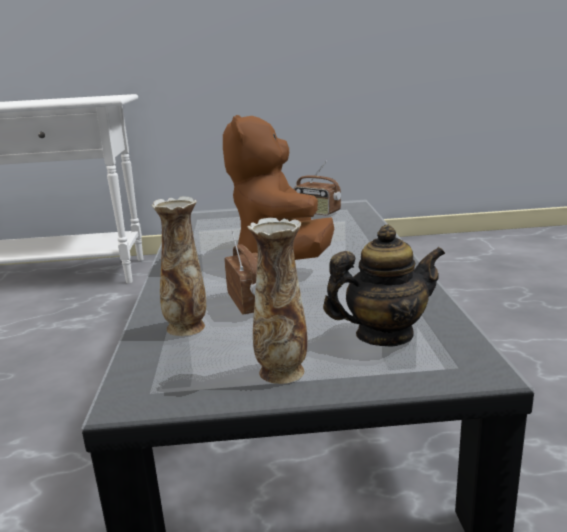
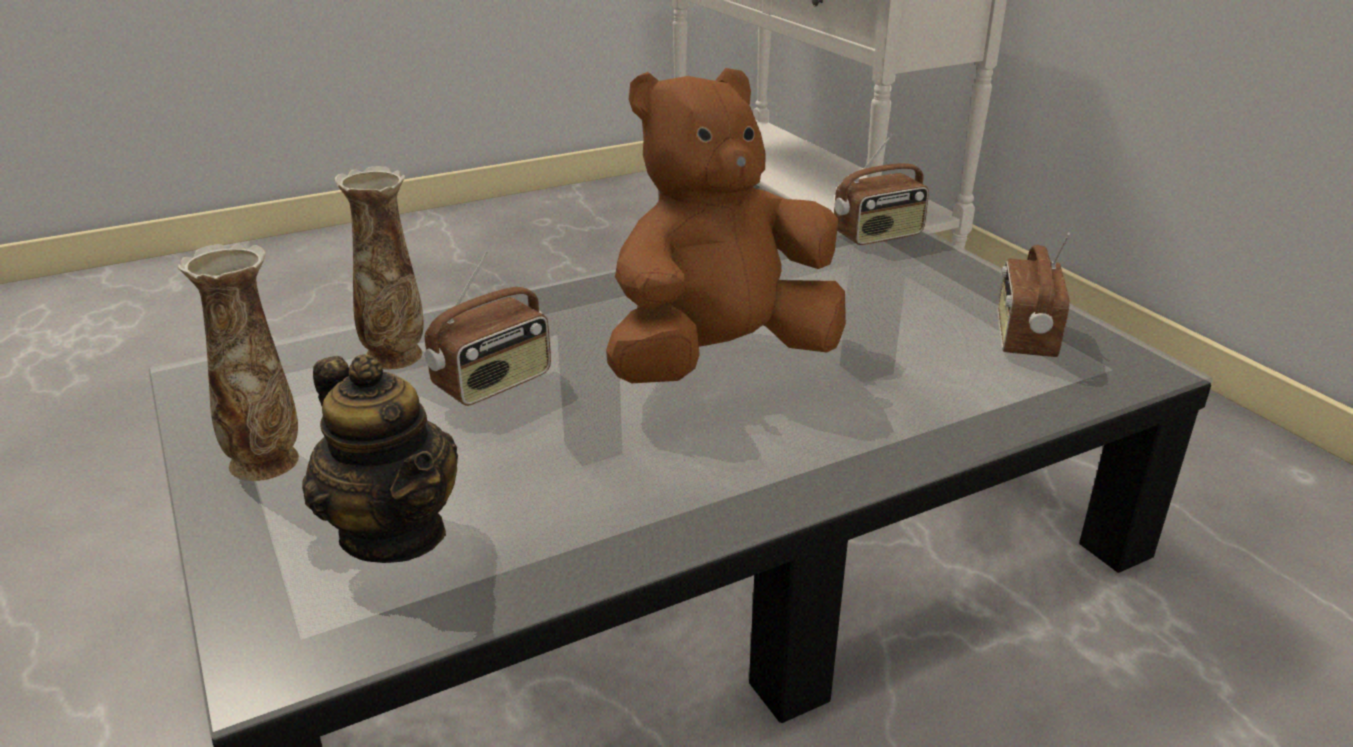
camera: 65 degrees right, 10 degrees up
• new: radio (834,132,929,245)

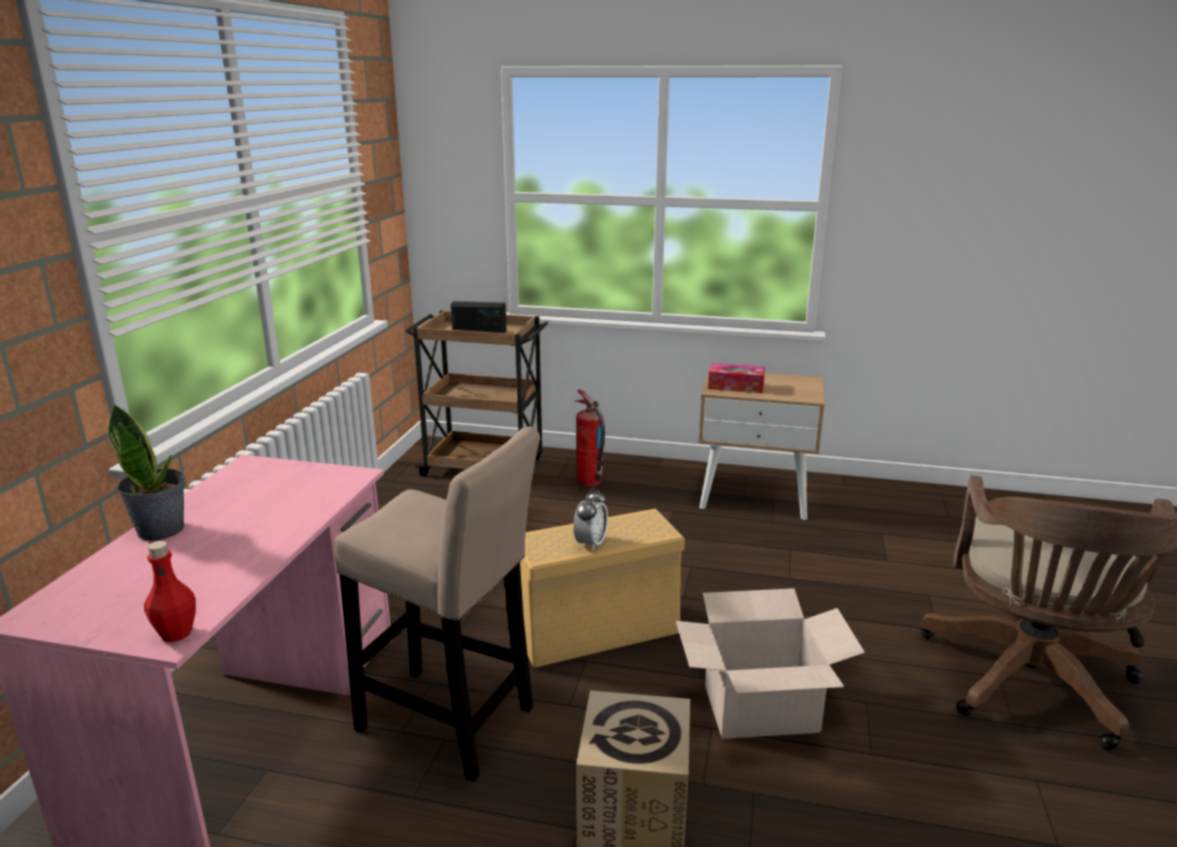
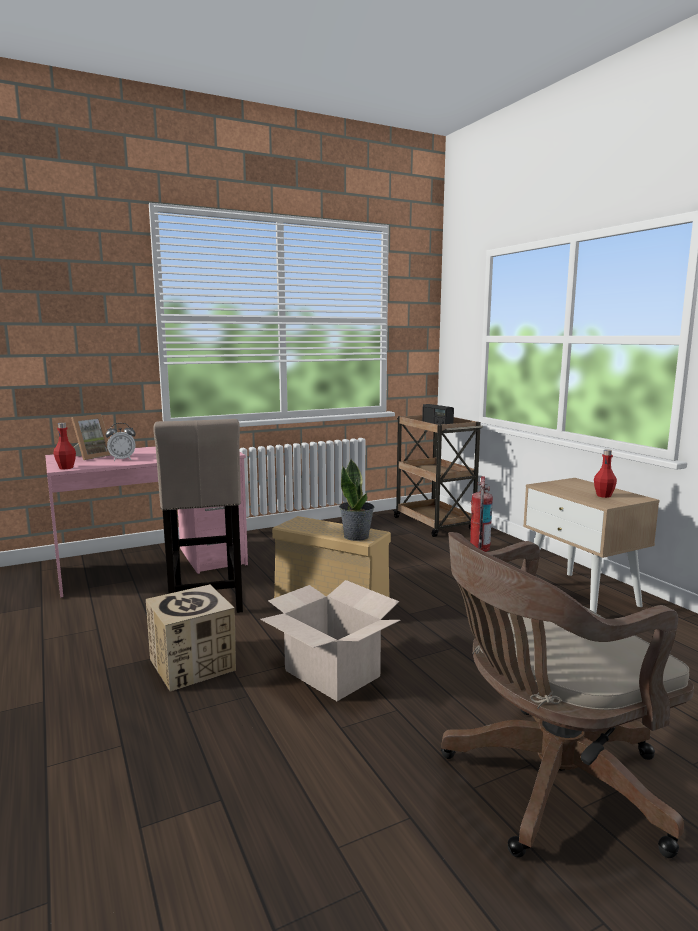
camera: 50 degrees right, 10 degrees down
• gone: tissue box (708,363,765,393)
• shifted: potted plant (108,404,185,541) to (339,459,374,541)
• shifted: alarm clock (573,487,608,551) to (106,423,136,461)
• new: picture frame (71,414,111,460)
• new: bottle/red (594,449,617,498)

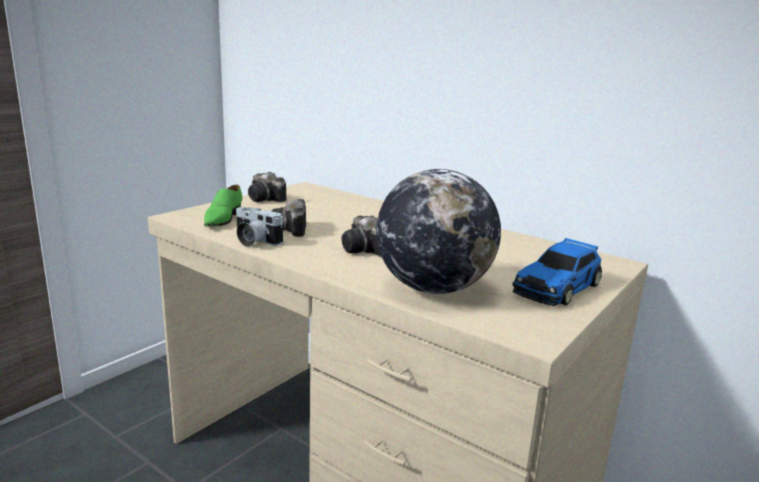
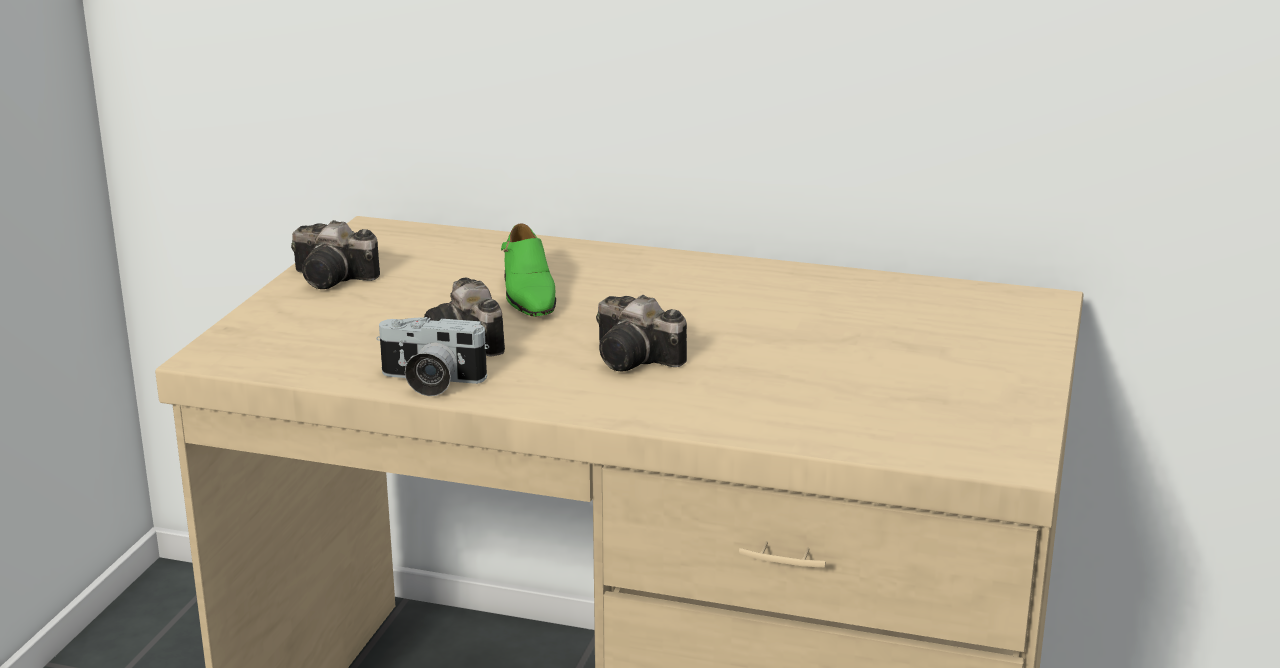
camera: 20 degrees left, 5 degrees up
• gone: globe (376,169,501,294)
• shifted: shoe/green (204,185,242,226) to (501,223,556,317)
• gone: toy car (512,238,602,306)

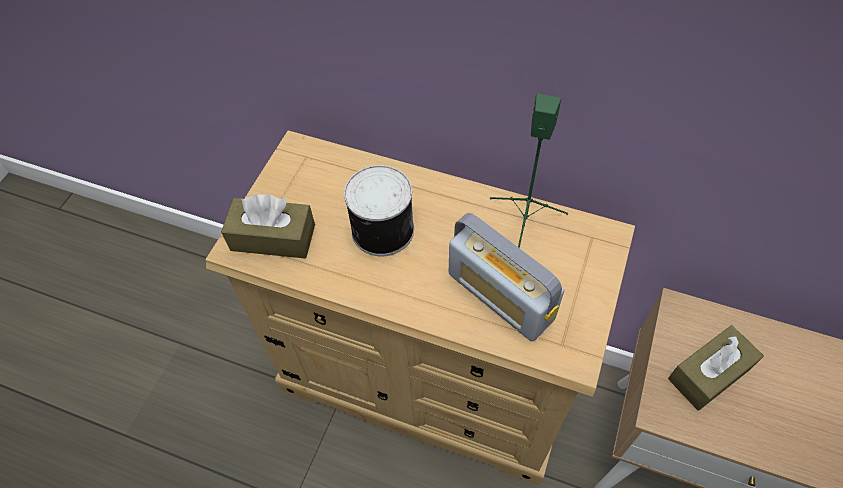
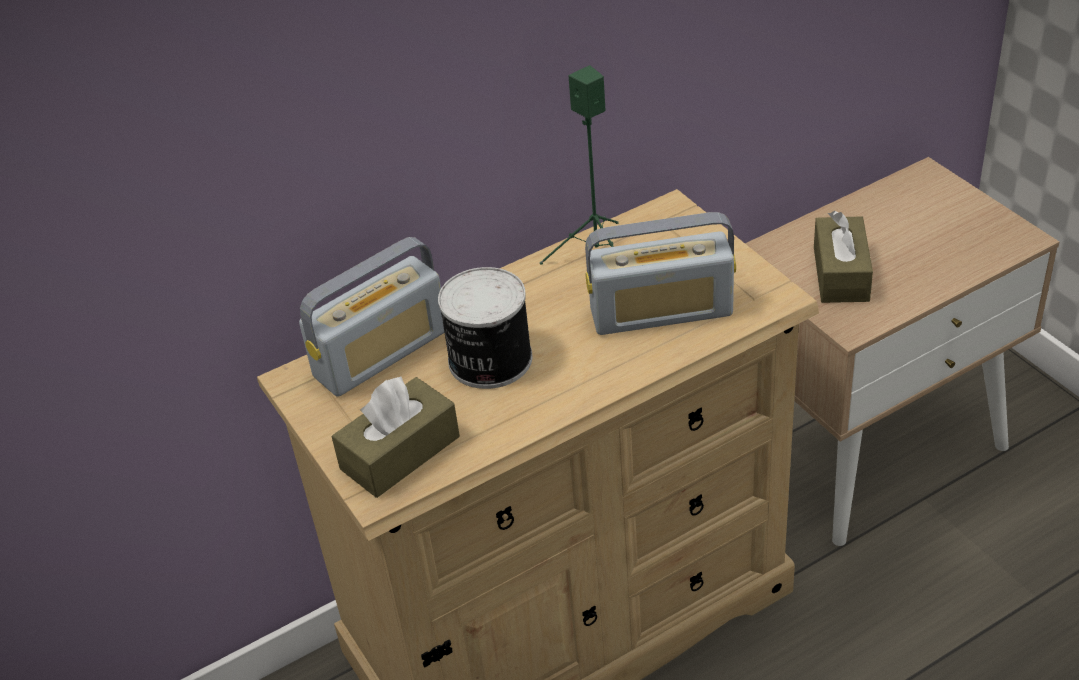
camera: 50 degrees left, 15 degrees down
• new: radio (299,237,444,397)

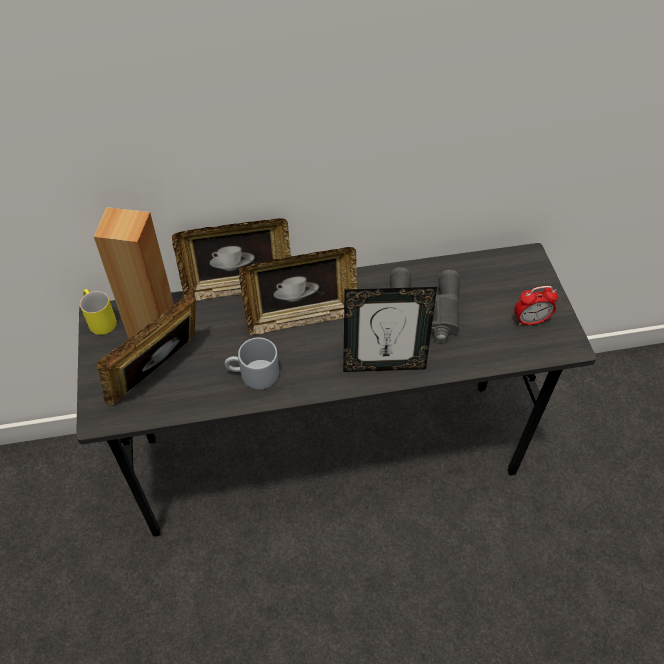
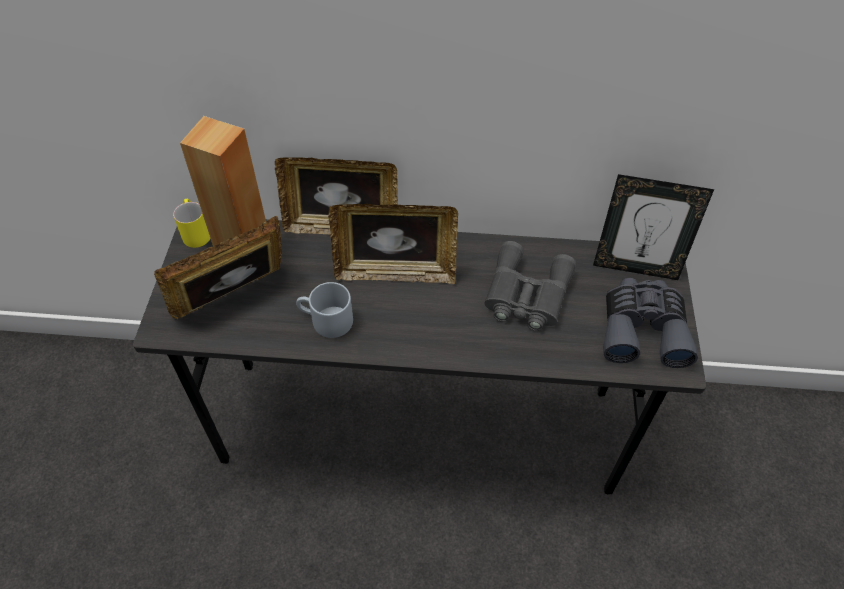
camera: 15 degrees right, 0 degrees up
• swapped: alarm clock (515,286,558,326) to binoculars/grey (603,278,698,368)
• shifted: picture frame (343,287,437,372) to (593,174,714,280)

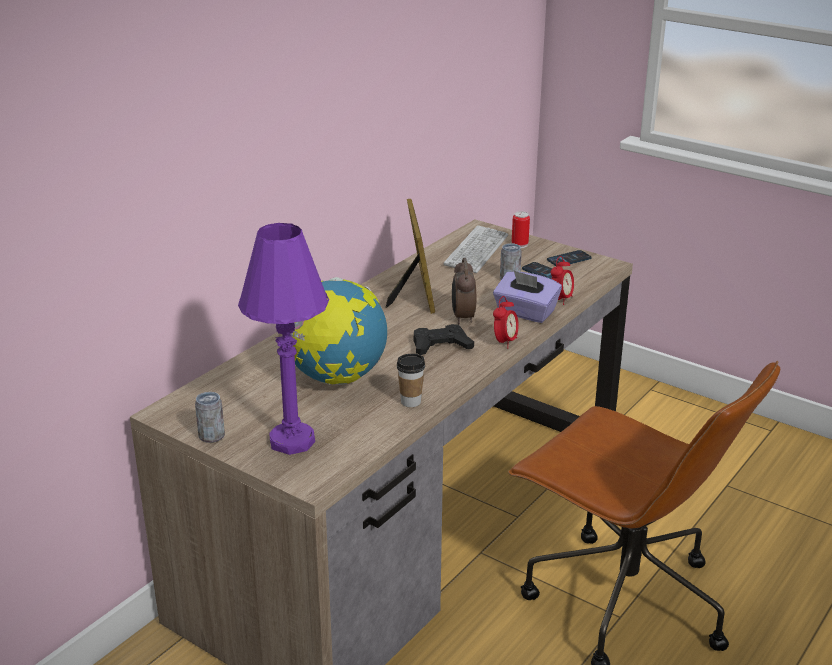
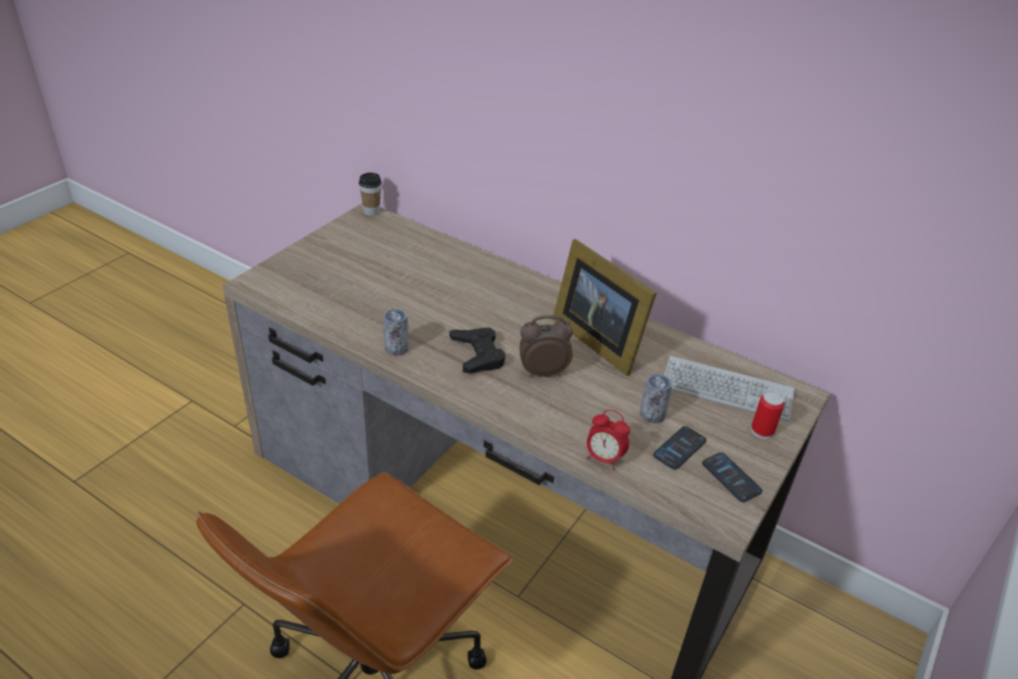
camera: 85 degrees right, 10 degrees up
• rotated: picture frame (386,199,435,314) = (553,239,657,376) 60 degrees clockwise
• gone: table lamp/purple (238,223,329,455)
• gone: tissue box/purple (493,270,562,323)
• gone: globe (291,277,387,385)
• gone: alarm clock (493,296,519,348)
• shifted: cup (397,354,425,407) to (359,173,382,216)
• shifted: can (195,392,225,443) to (383,309,409,356)

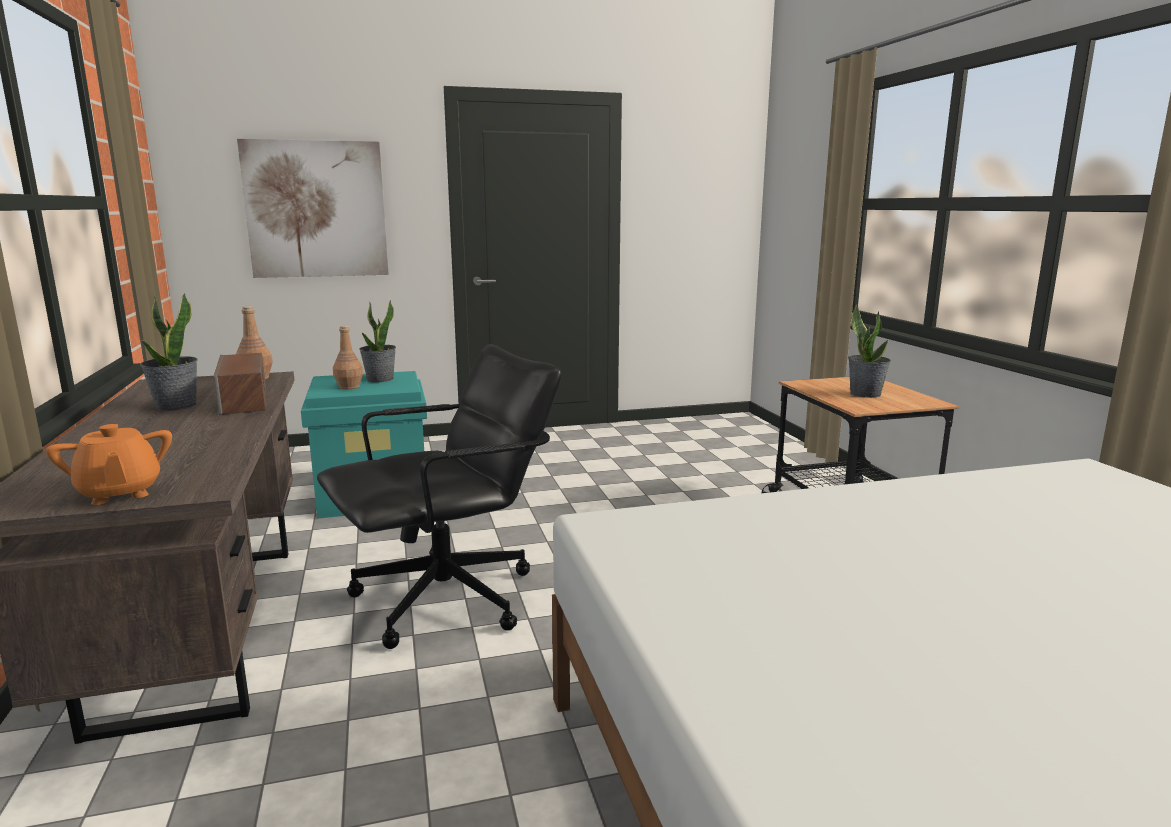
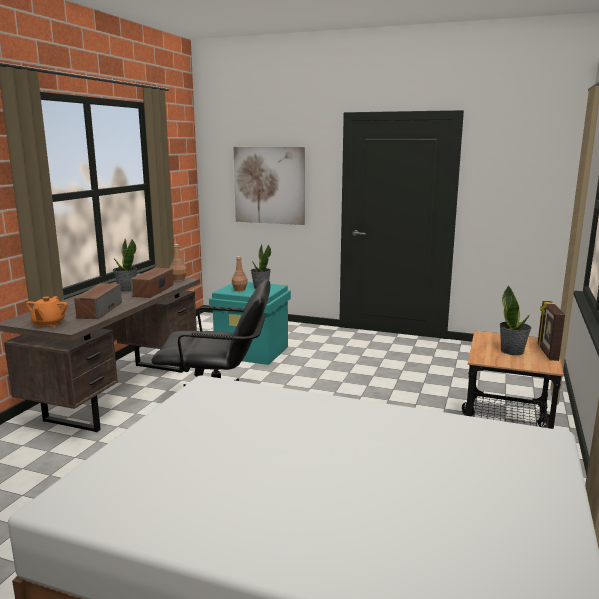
camera: 35 degrees right, 0 degrees up
• new: speaker (74,283,122,319)
• new: picture frame (538,301,565,361)

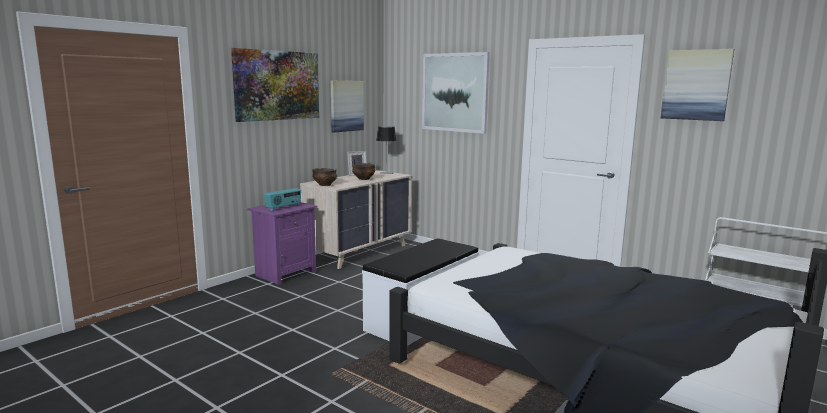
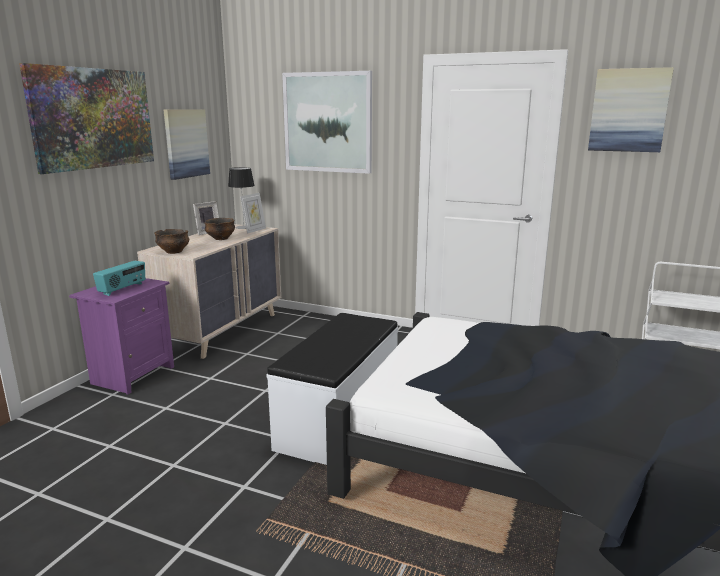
camera: 15 degrees left, 5 degrees up
• new: picture frame (240,193,266,234)

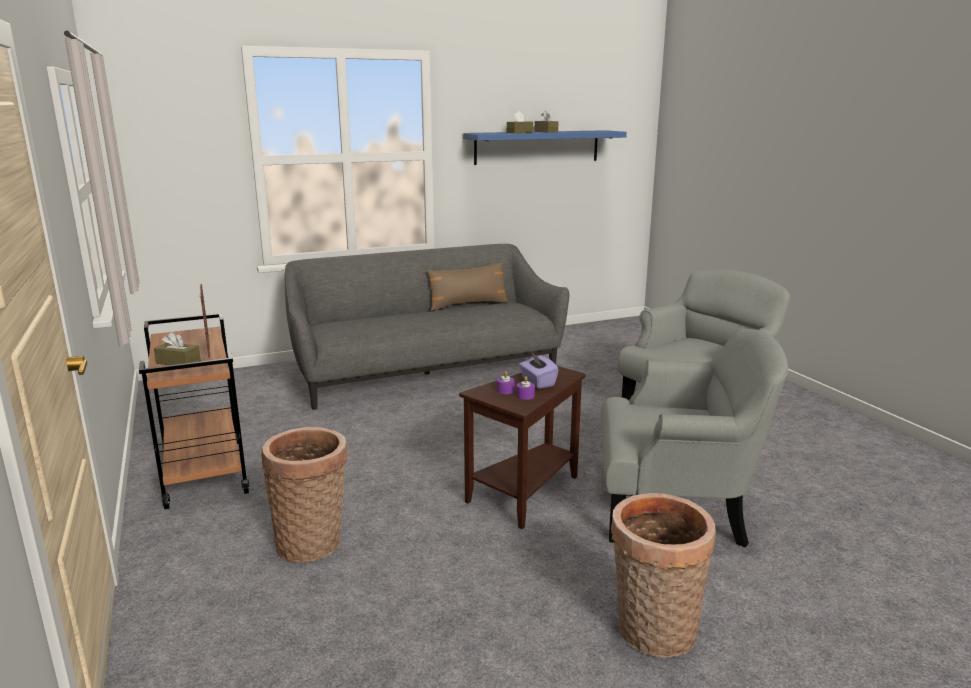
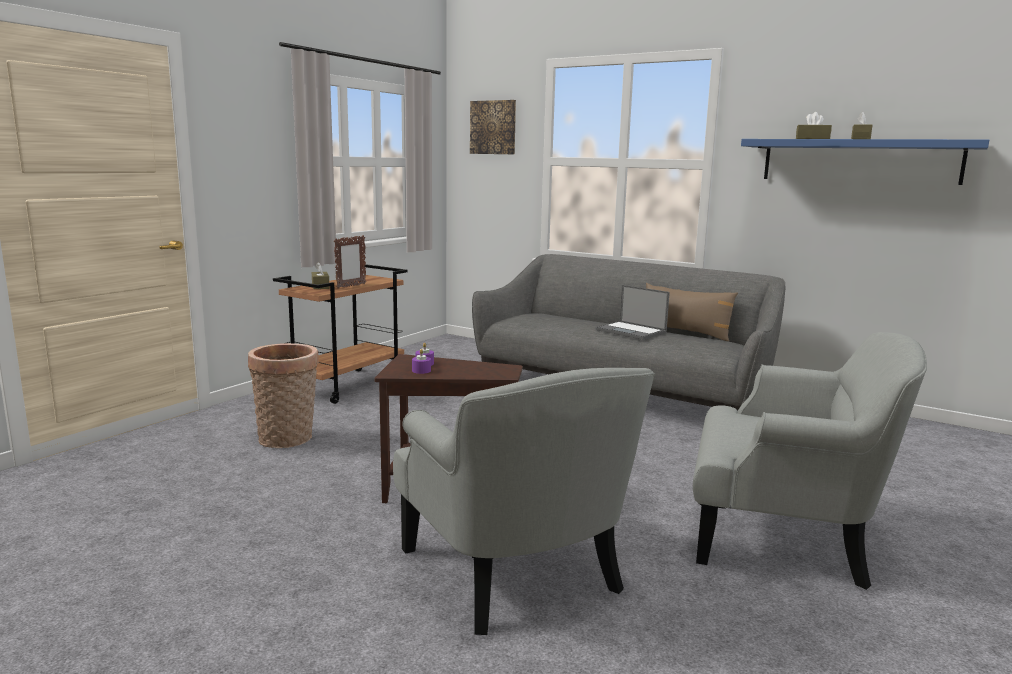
camera: 55 degrees right, 5 degrees down
• gone: tissue box/purple (519,353,559,389)
• gone: basket (611,493,716,658)
• new: picture (470,100,516,154)
• new: laptop (596,285,670,340)

